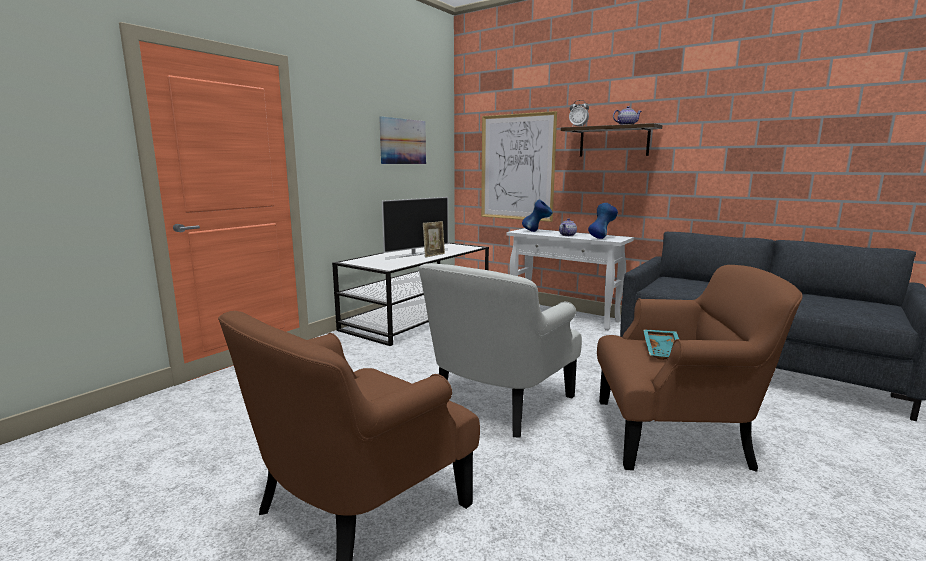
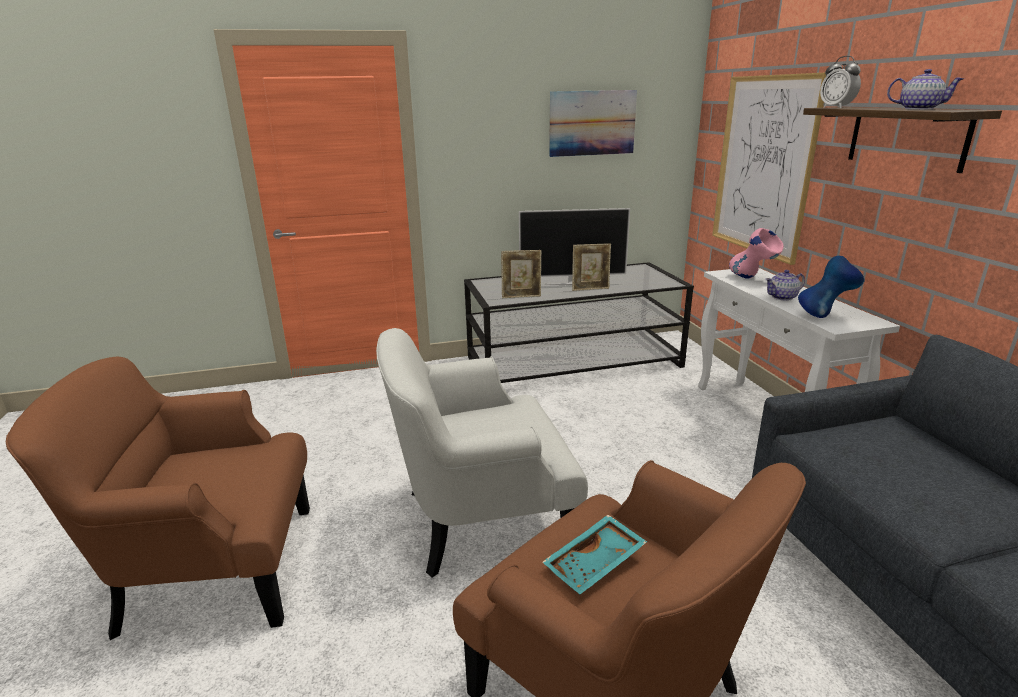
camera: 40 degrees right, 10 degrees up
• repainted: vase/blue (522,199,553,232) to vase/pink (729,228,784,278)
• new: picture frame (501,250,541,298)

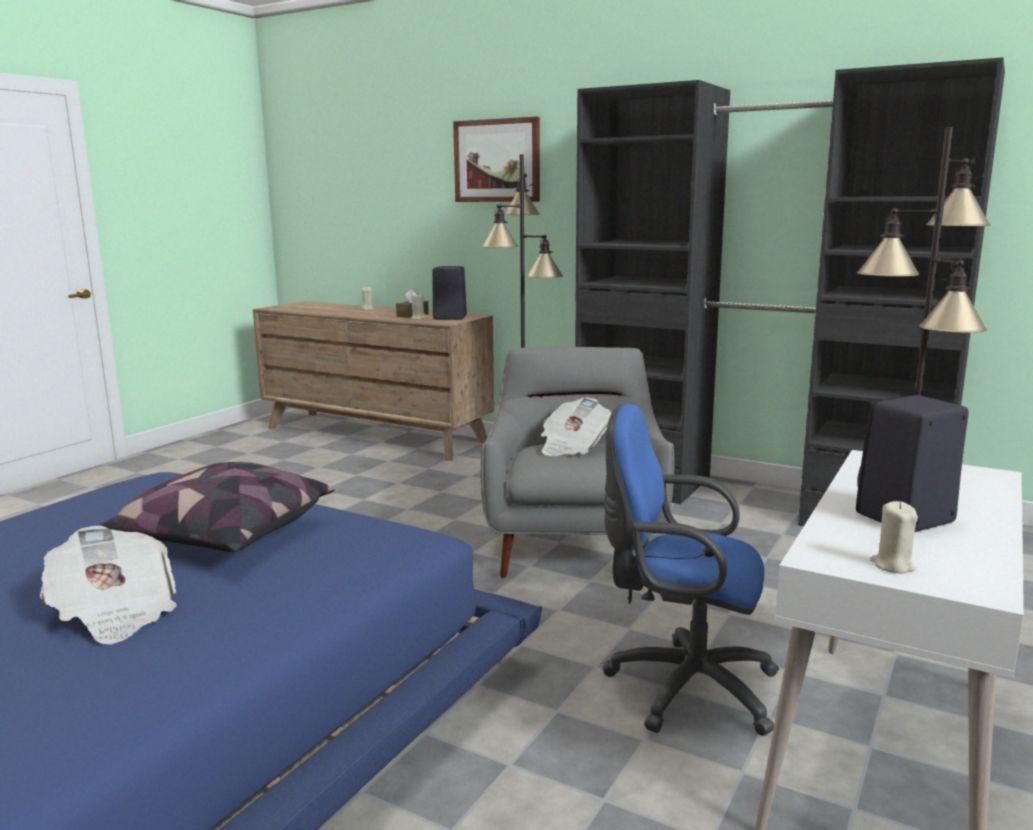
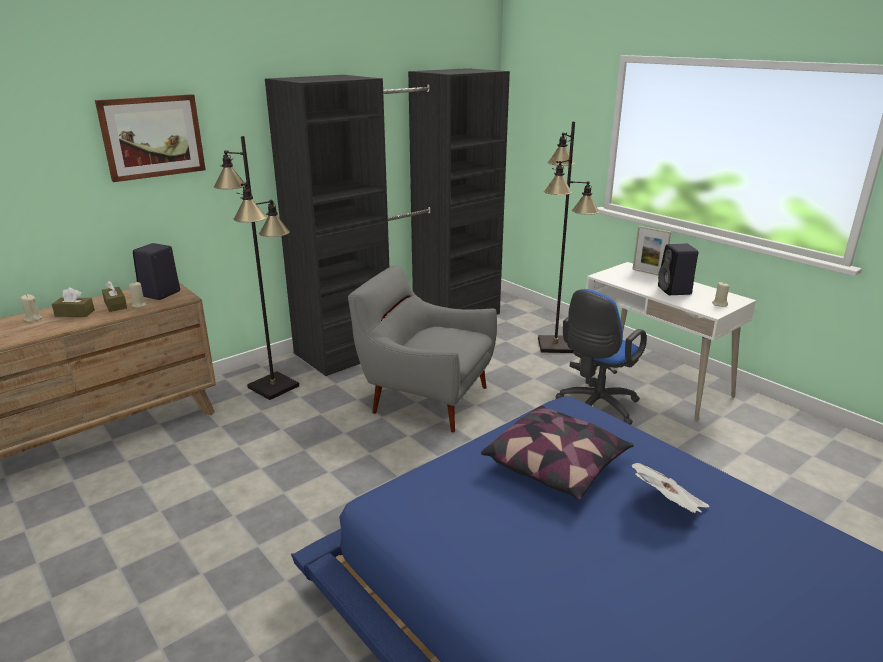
camera: 70 degrees left, 10 degrees up
• gone: newspaper (541,397,612,456)
• new: picture frame (632,226,671,275)
• new: tissue box/brown (52,288,95,317)

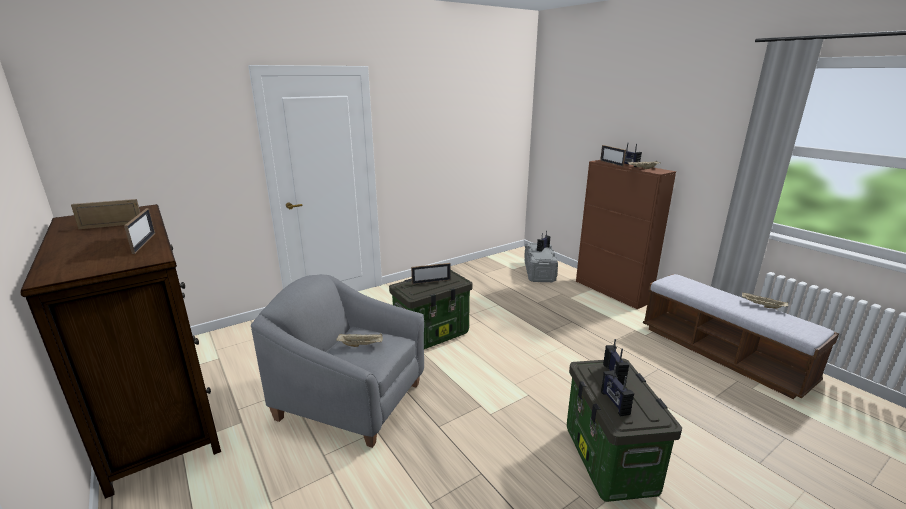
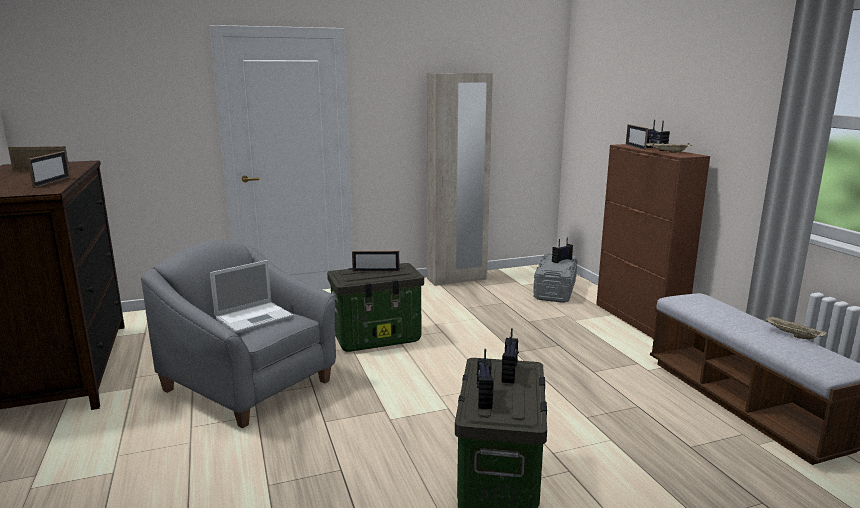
camera: 15 degrees right, 5 degrees down
• swapped: tray/beige (336,333,383,347) to laptop (210,260,293,333)
• new: wardrobe/beige (427,73,493,286)

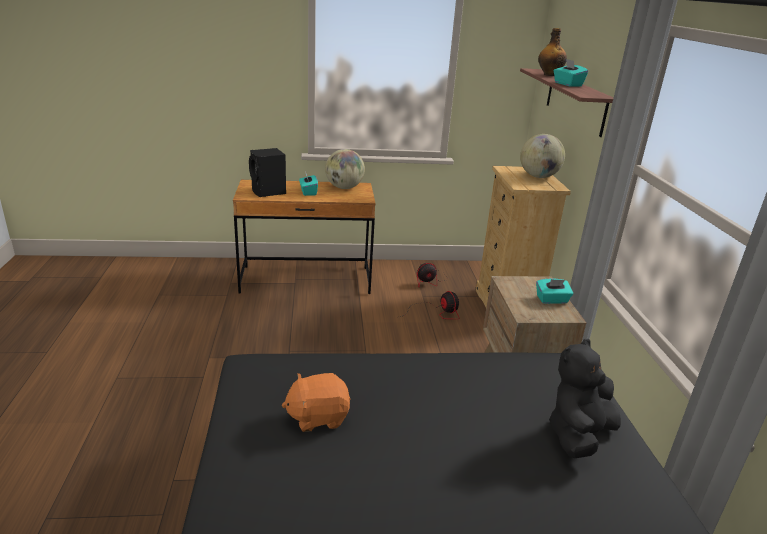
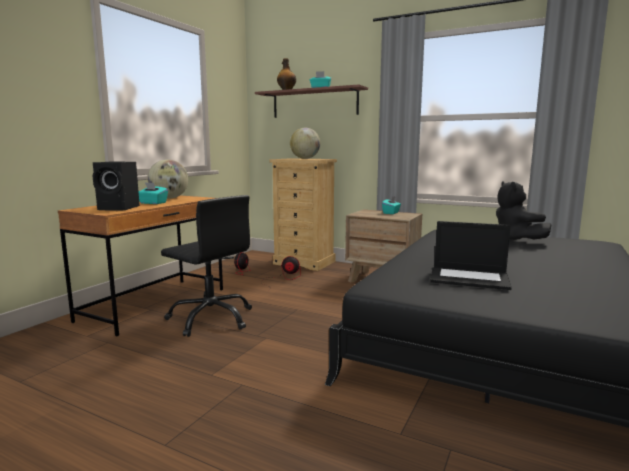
camera: 55 degrees left, 15 degrees down
• swapped: plush toy/orange (282,373,350,432) to laptop (430,221,512,290)
• new: office chair/black (161,195,252,337)

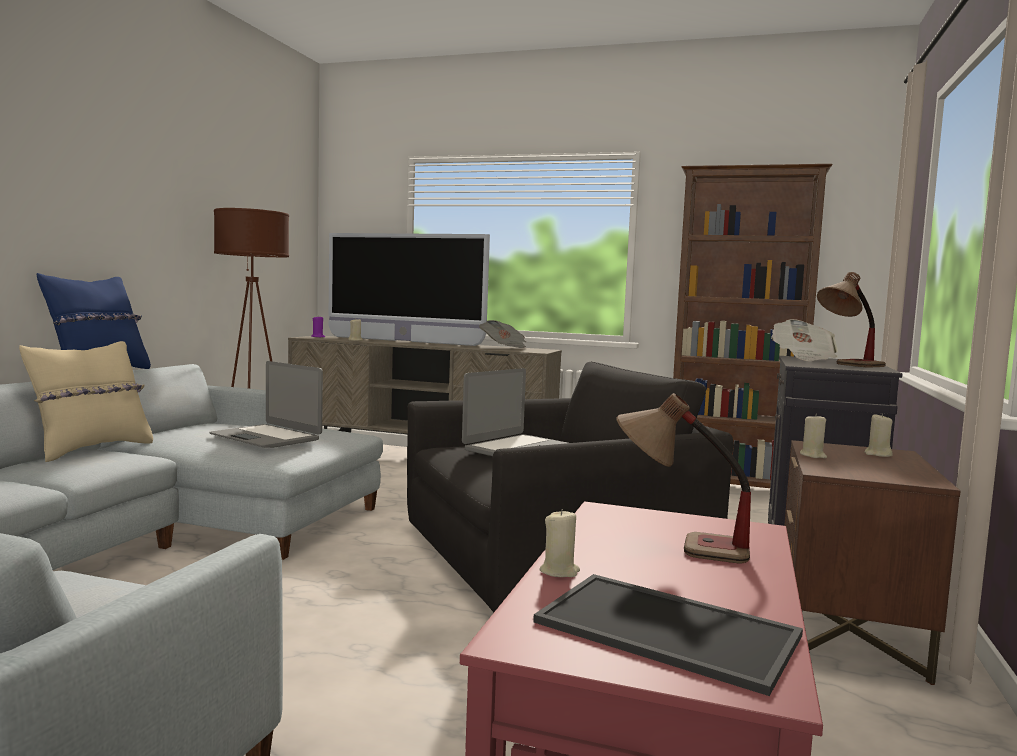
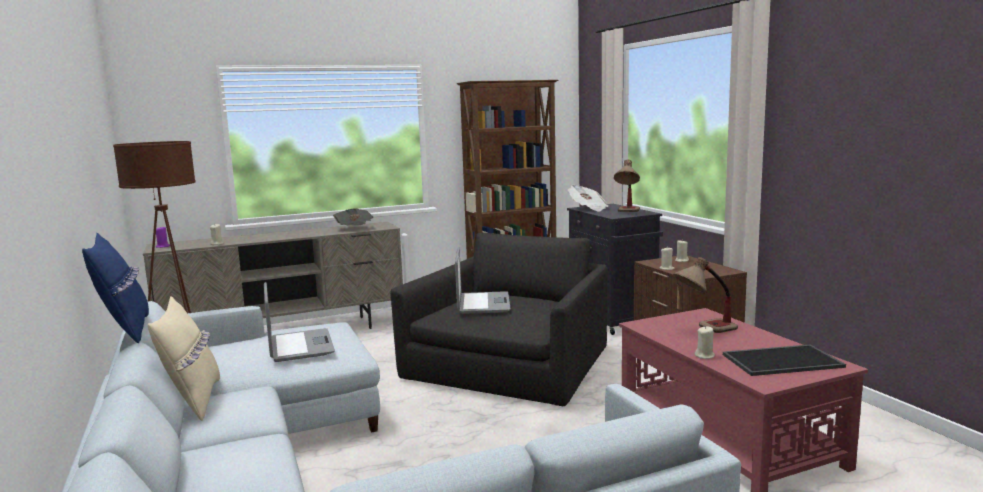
camera: 40 degrees left, 5 degrees up
• gone: television (328,233,490,346)
• rotated: laptop (210,361,323,448) = (264,282,335,362) 105 degrees counterclockwise

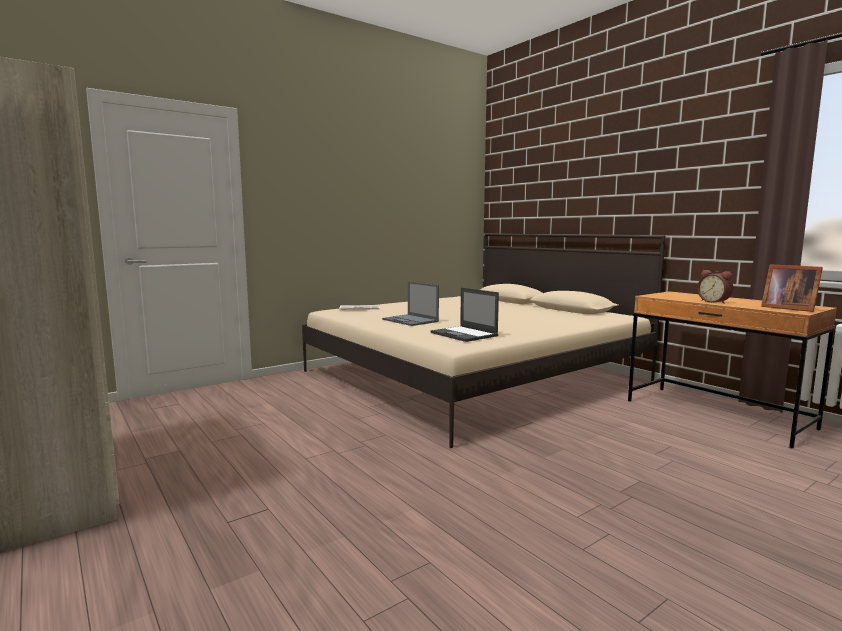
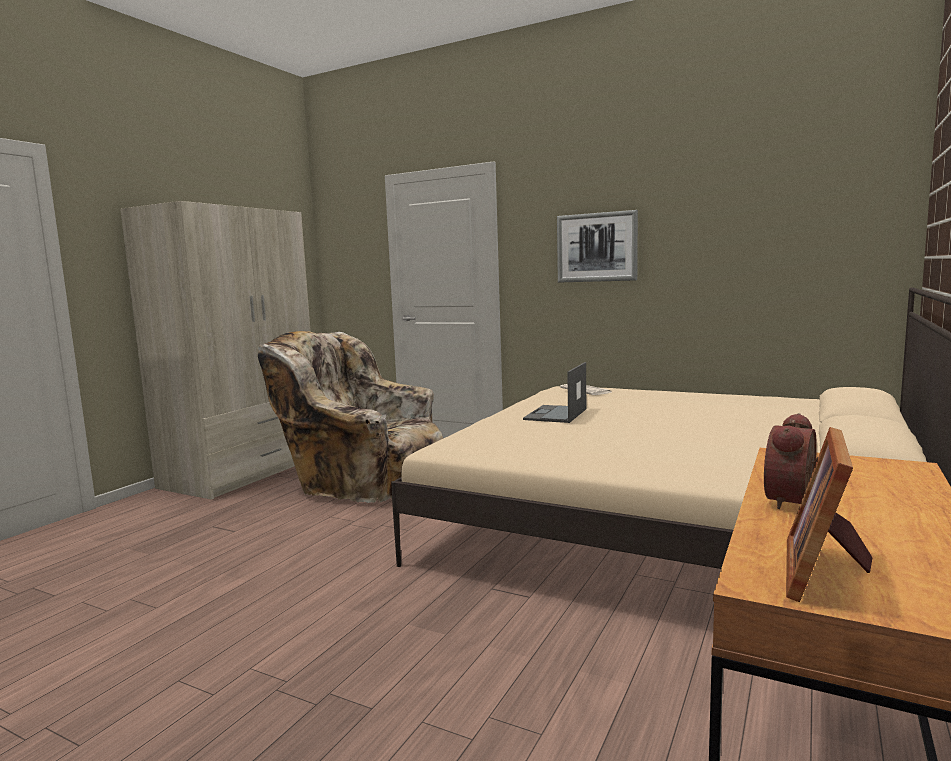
camera: 65 degrees right, 0 degrees up
• gone: laptop (431,288,499,342)
• new: picture (557,210,638,283)
• new: armchair/beige (258,331,443,503)

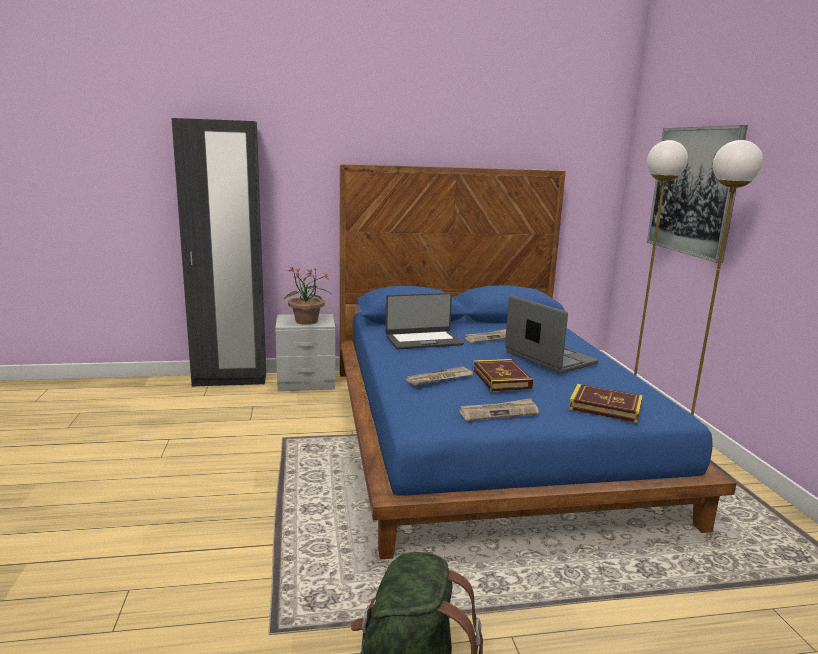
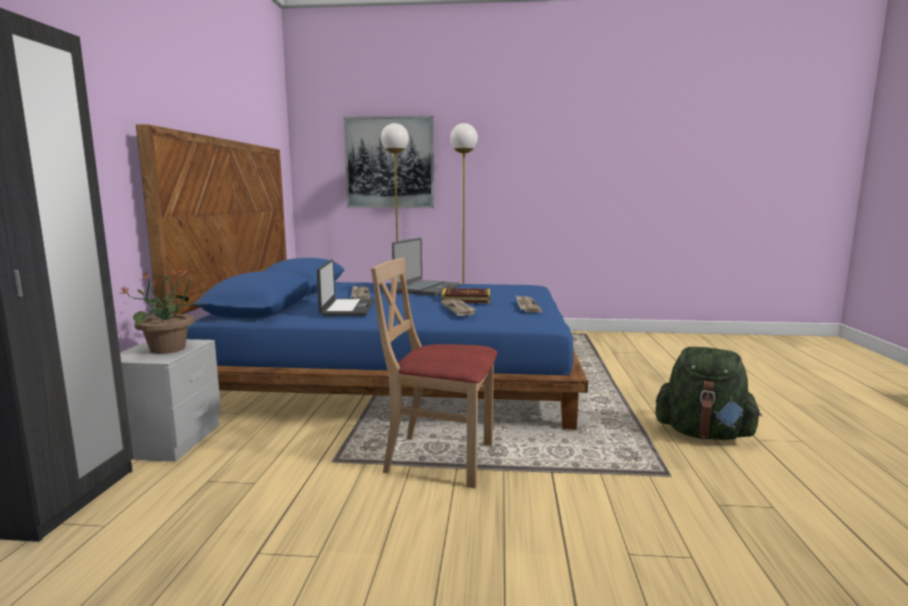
camera: 75 degrees left, 5 degrees down
• rotated: laptop (505,295,599,374) = (392,238,460,296) 135 degrees clockwise
• gone: book (568,384,643,423)
• new: chair/beige (371,258,497,488)

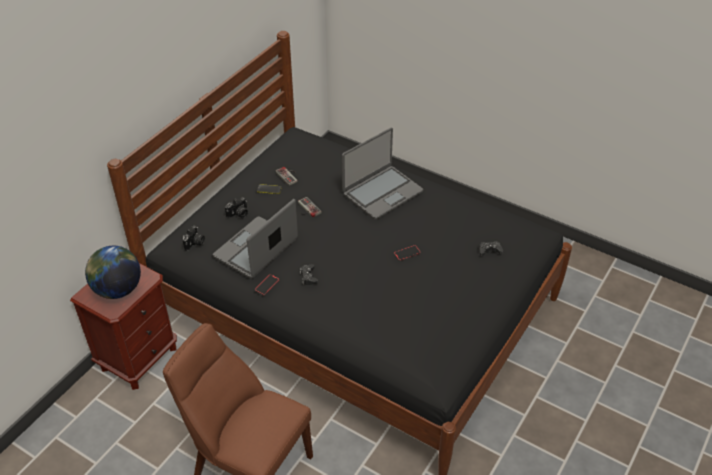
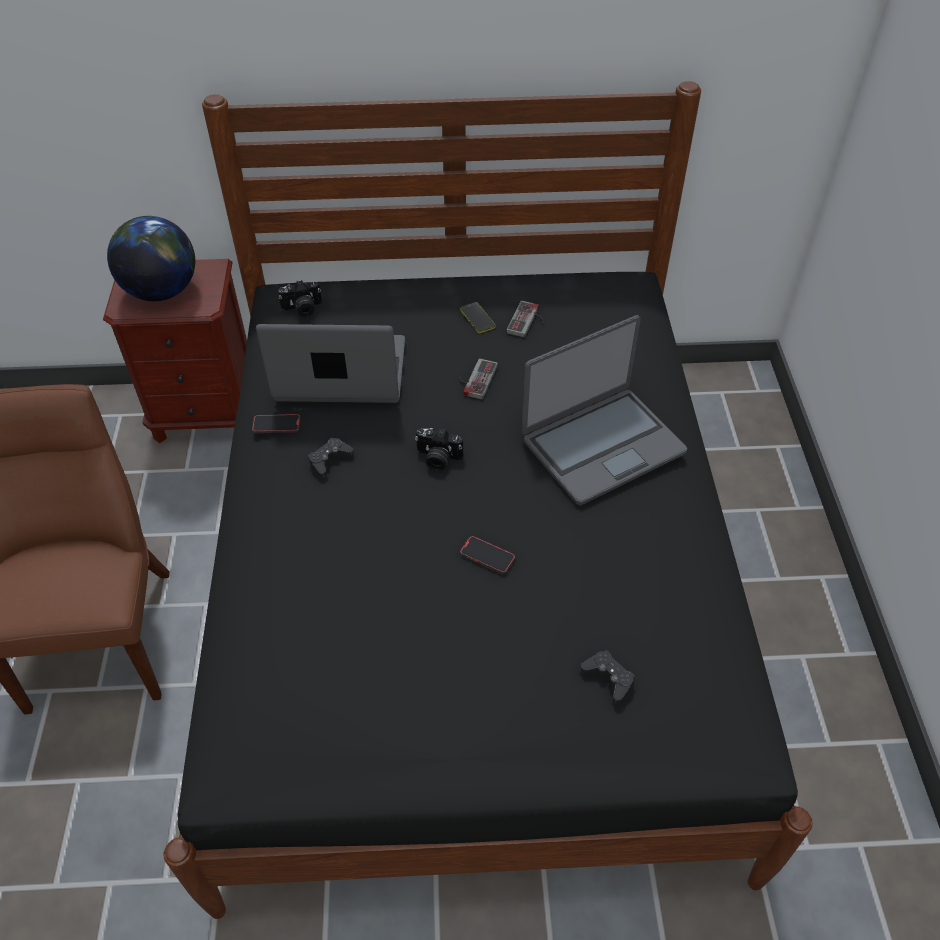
camera: 55 degrees right, 5 degrees up
• rotated: laptop (342,128,423,220) = (522,315,687,505) 45 degrees counterclockwise
• shifted: photo camera (225,197,248,218) to (415,428,463,471)

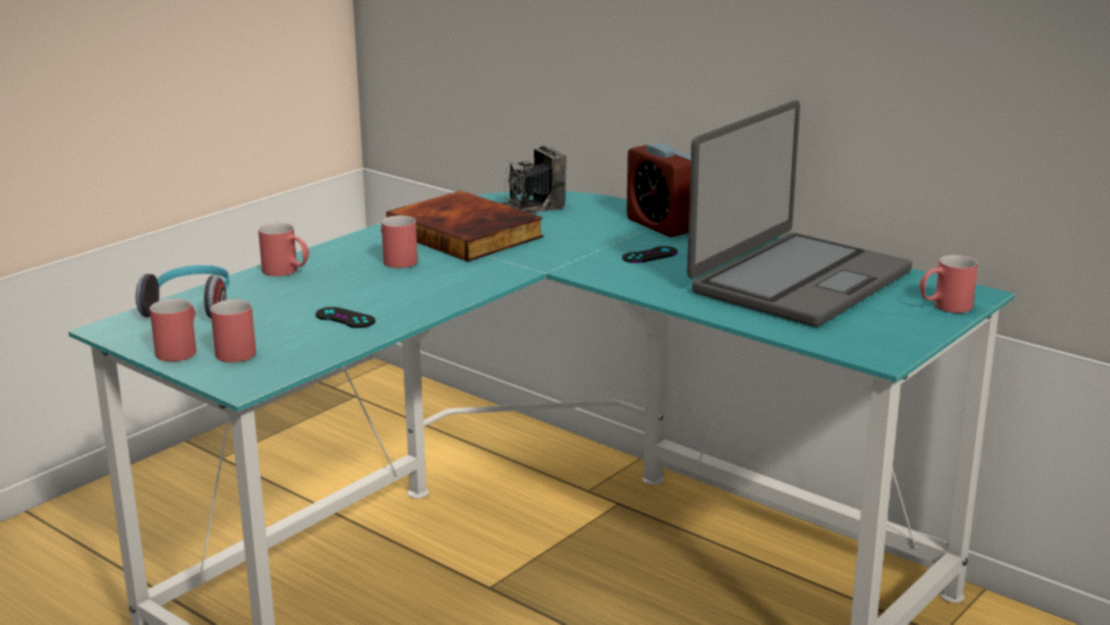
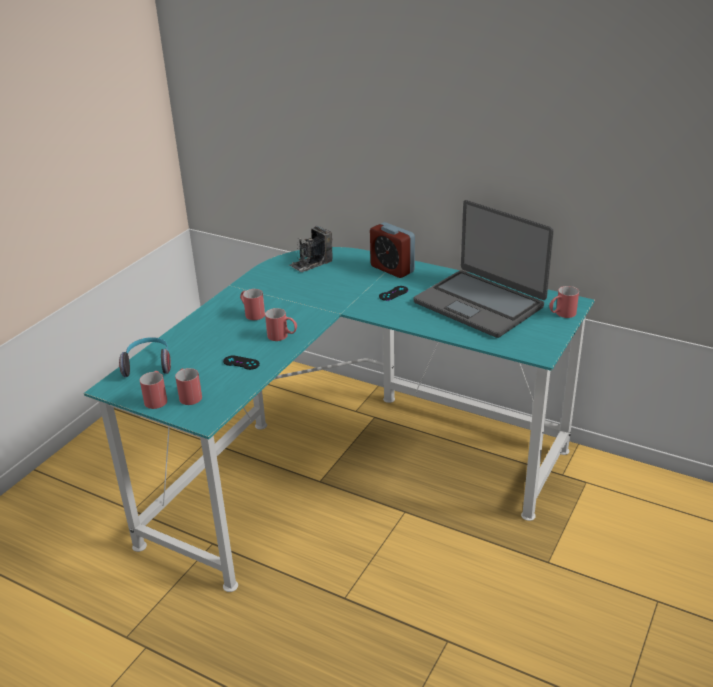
camera: 10 degrees left, 10 degrees up
• rotated: laptop (687,100,912,327) = (414,200,554,338) 105 degrees clockwise
• gone: book (386,191,543,262)
• shifted: mug/red (258,223,309,276) to (265,308,297,341)

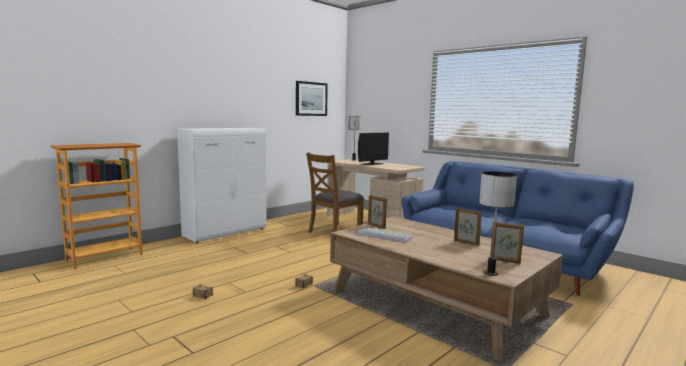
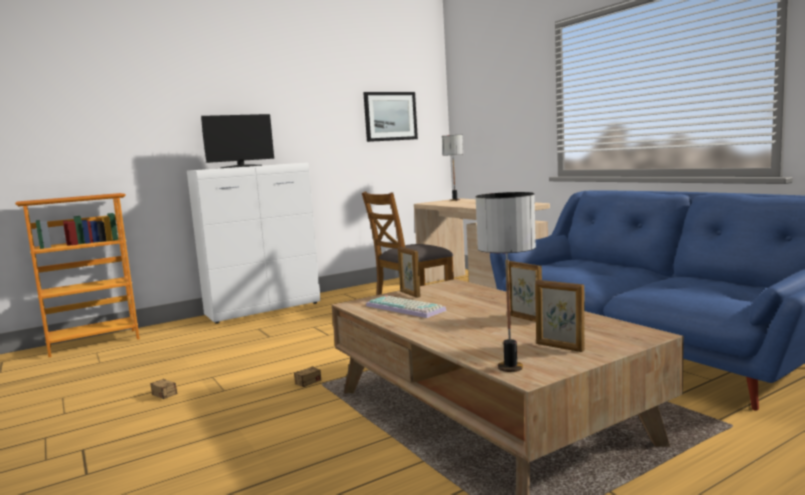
camera: 15 degrees right, 0 degrees up
• shifted: monitor (358,133,389,165) to (201,114,274,168)

